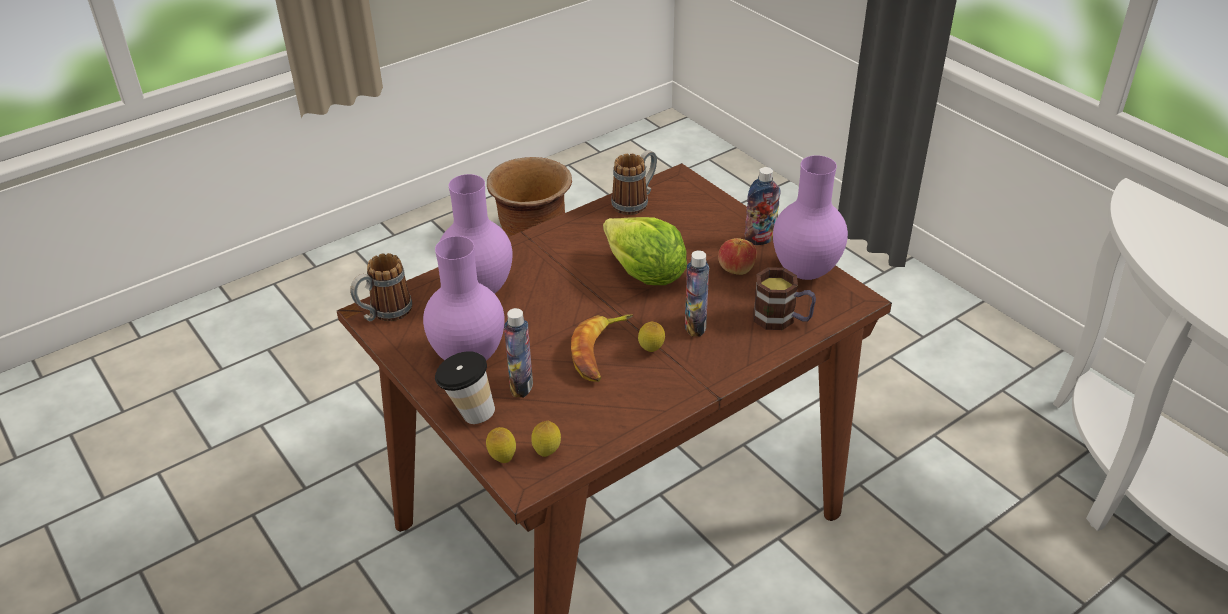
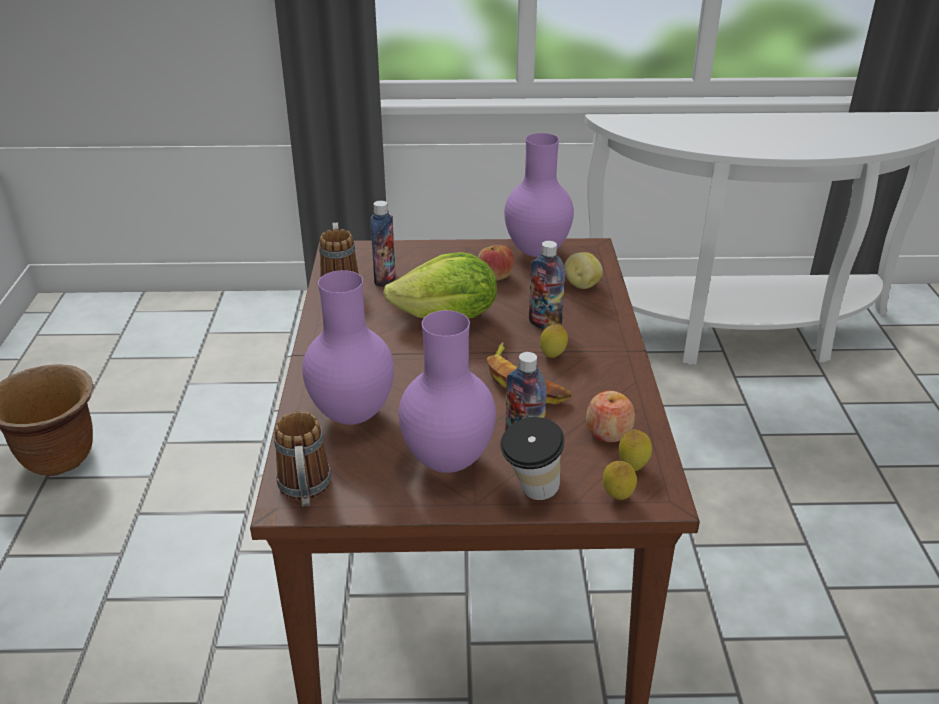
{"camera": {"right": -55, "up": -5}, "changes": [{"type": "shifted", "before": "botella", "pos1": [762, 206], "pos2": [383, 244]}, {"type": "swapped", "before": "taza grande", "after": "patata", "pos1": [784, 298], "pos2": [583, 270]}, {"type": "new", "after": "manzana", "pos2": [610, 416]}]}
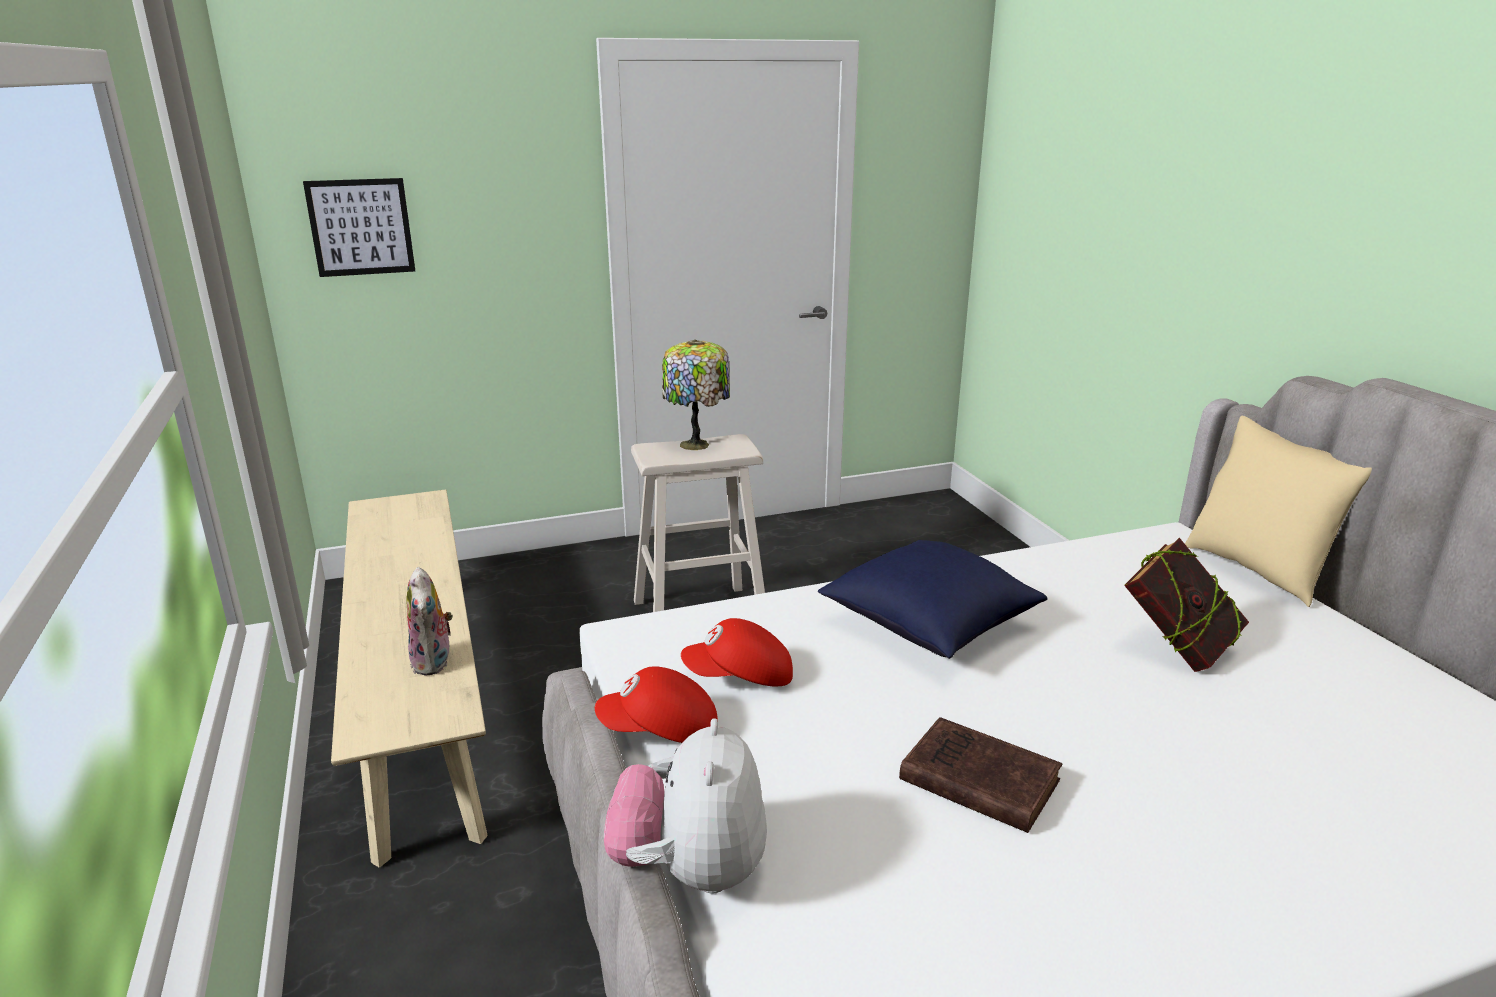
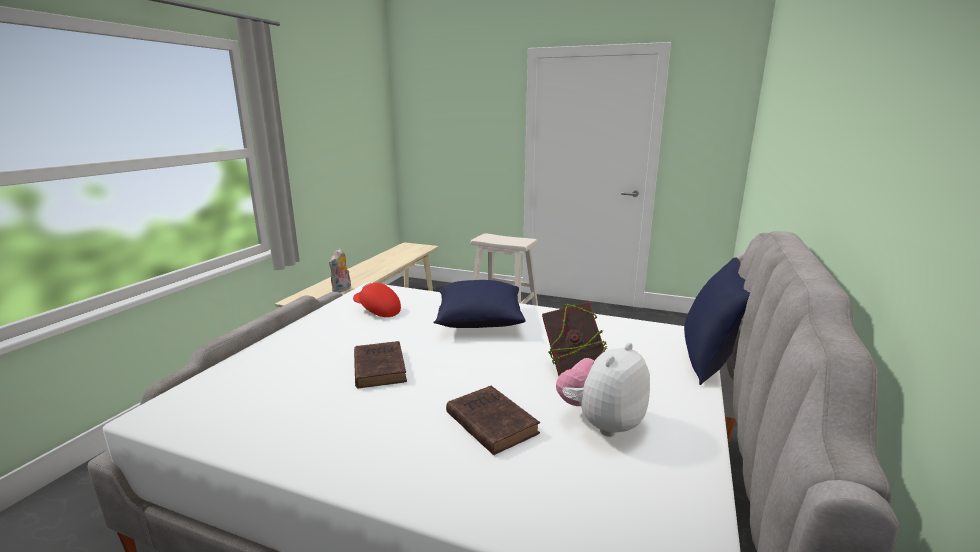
{"camera": {"right": 40, "up": -5}, "changes": [{"type": "gone", "before": "cuadro", "pos1": [359, 227]}, {"type": "gone", "before": "lámpara de mesa", "pos1": [696, 394]}, {"type": "repainted", "before": "cojín/beis", "after": "cojín/azul", "pos1": [1278, 511], "pos2": [717, 321]}, {"type": "gone", "before": "gorra/rojo", "pos1": [656, 704]}, {"type": "shifted", "before": "peluche", "pos1": [685, 806], "pos2": [603, 390]}, {"type": "new", "after": "libro/marrón", "pos2": [493, 420]}]}
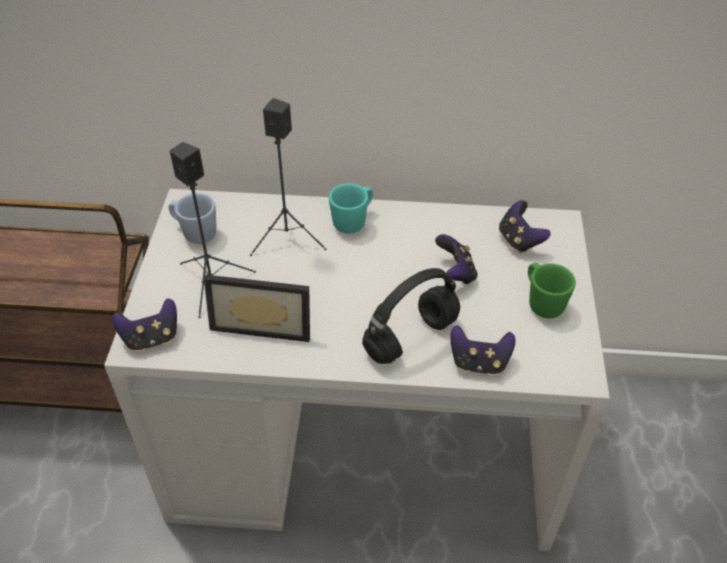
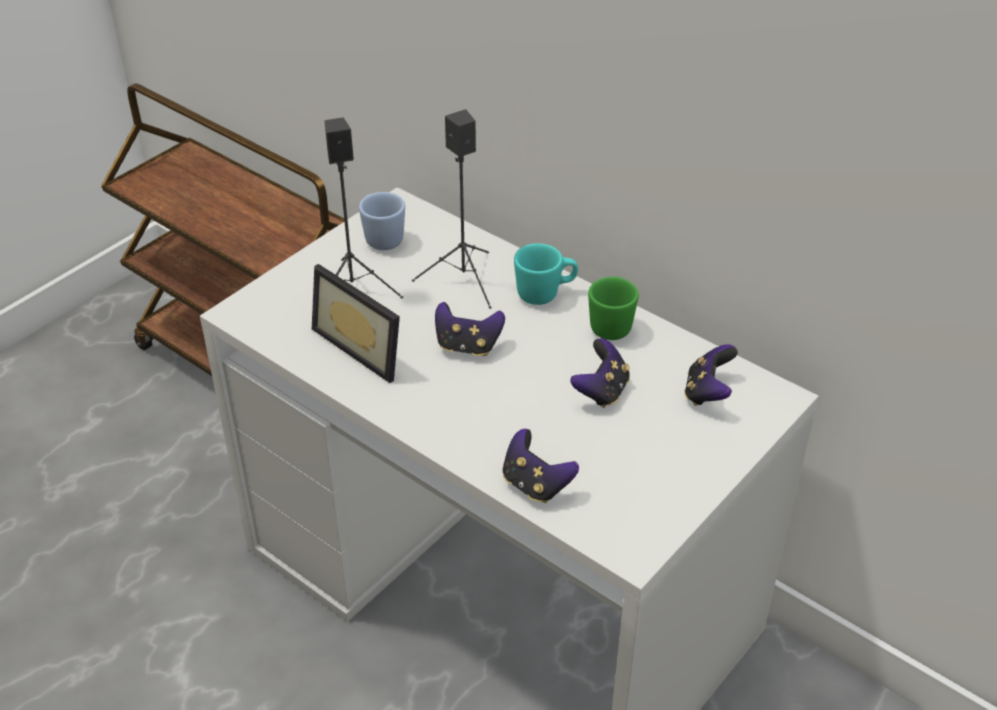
{"camera": {"right": 35, "up": -5}, "changes": [{"type": "shifted", "before": "taza grande/verde", "pos1": [552, 290], "pos2": [613, 308]}, {"type": "gone", "before": "auriculares/negro", "pos1": [411, 316]}, {"type": "shifted", "before": "mando de consola", "pos1": [144, 324], "pos2": [470, 329]}]}
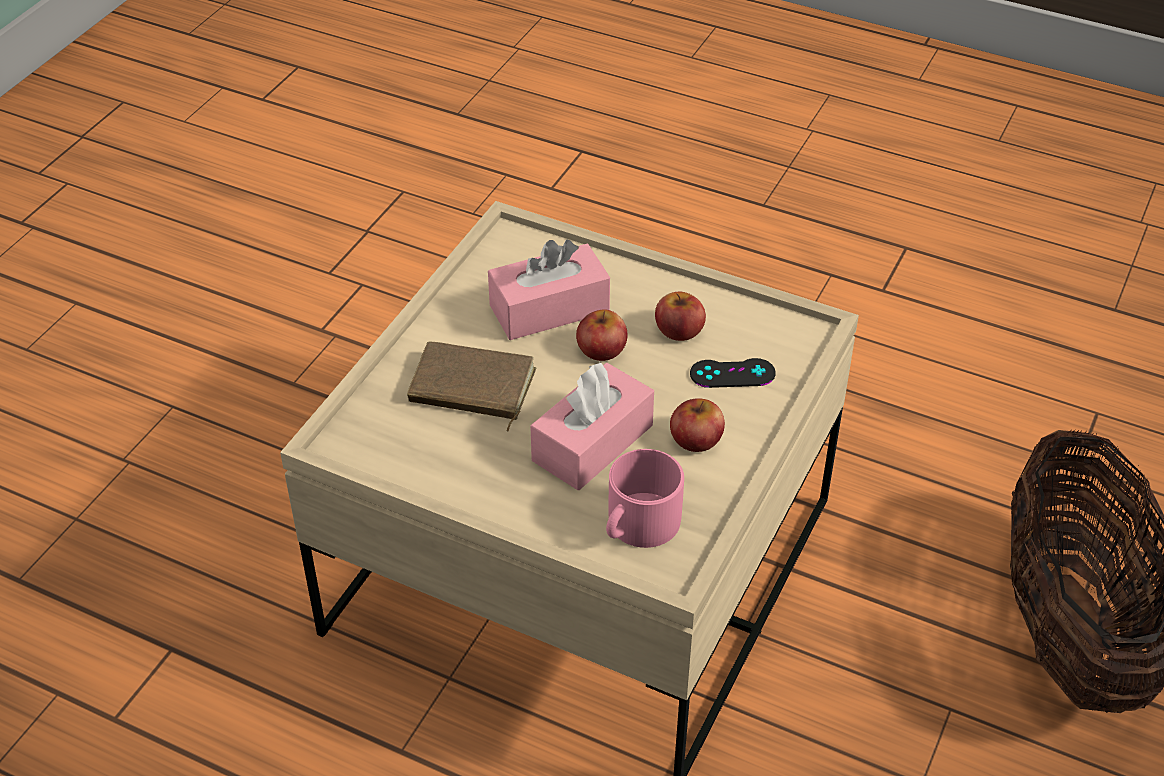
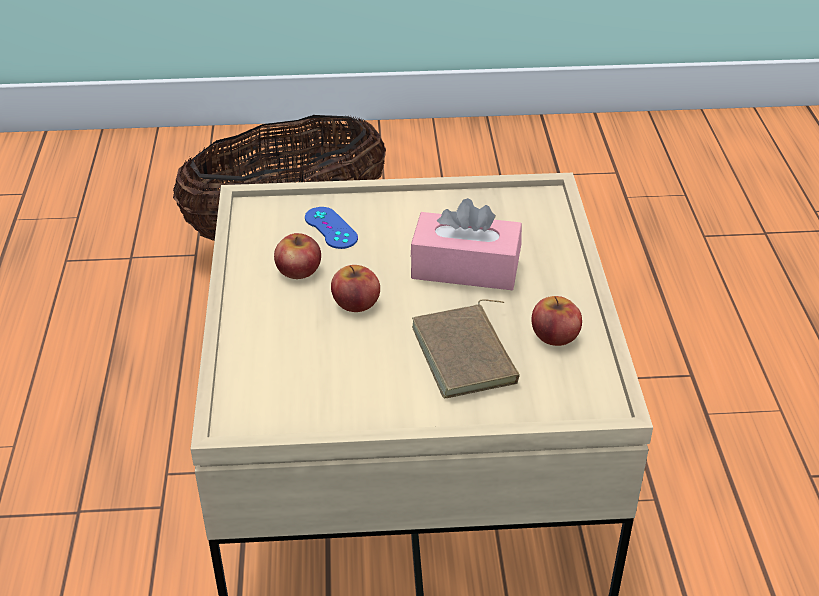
{"camera": {"right": -120, "up": -5}, "changes": [{"type": "gone", "before": "caja de pañuelos/rosa", "pos1": [549, 290]}, {"type": "repainted", "before": "mando de consola/negro", "after": "mando de consola/azul", "pos1": [733, 373], "pos2": [331, 228]}, {"type": "shifted", "before": "manzana", "pos1": [697, 425], "pos2": [556, 321]}, {"type": "gone", "before": "taza grande/rosa", "pos1": [645, 498]}]}
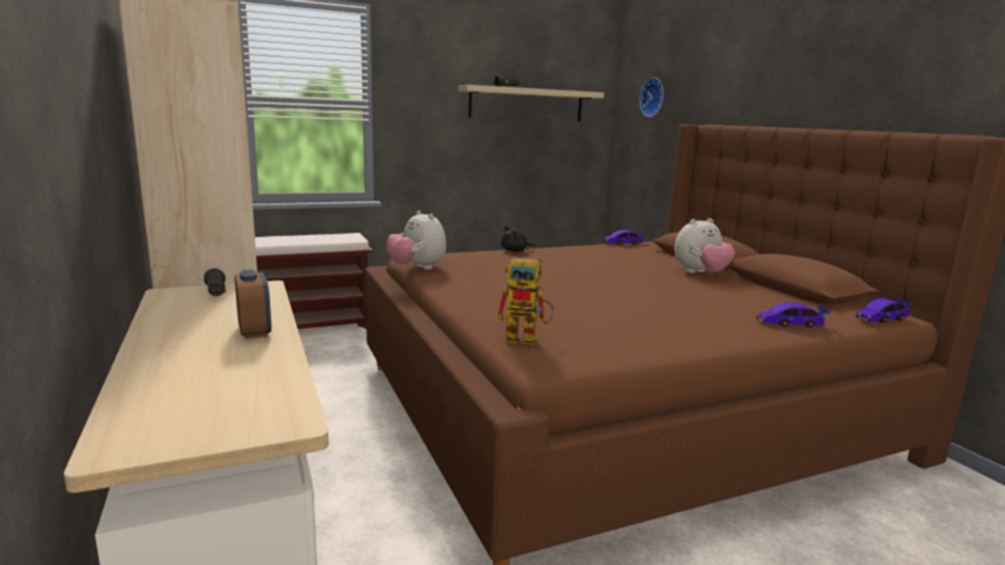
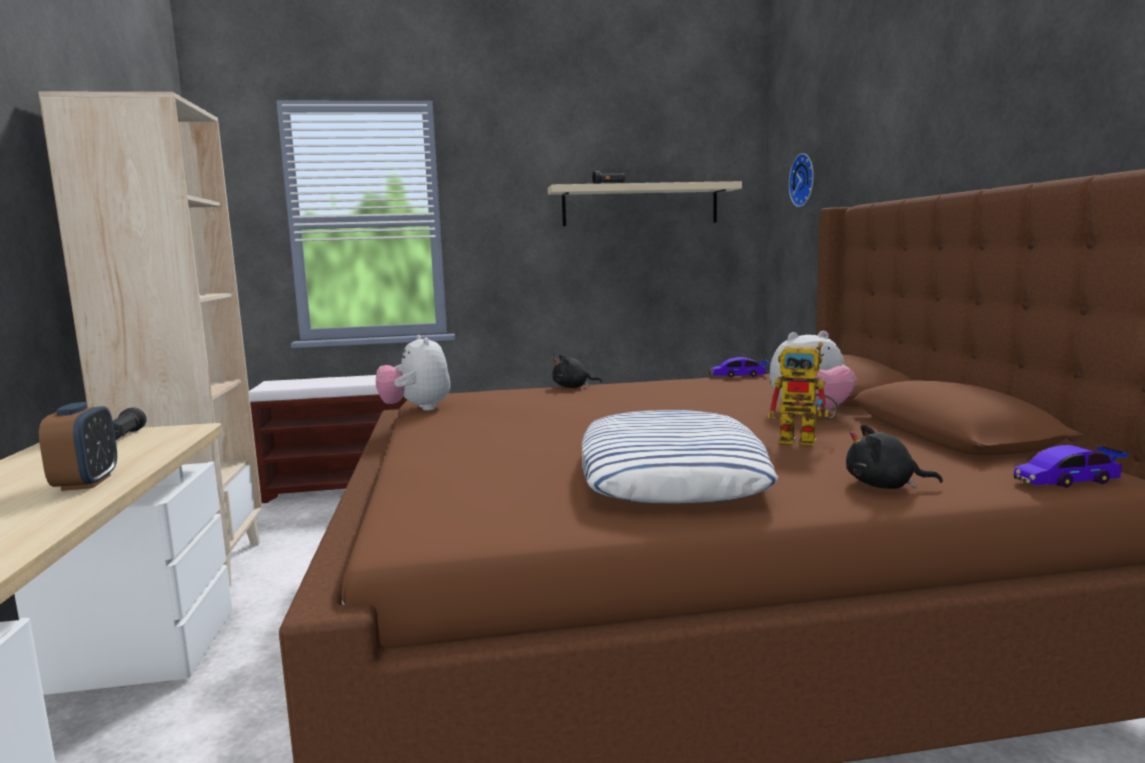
{"camera": {"right": 15, "up": -5}, "changes": [{"type": "shifted", "before": "robot de juguete", "pos1": [525, 301], "pos2": [802, 393]}, {"type": "swapped", "before": "coche de juguete", "after": "peluche/negro", "pos1": [793, 315], "pos2": [894, 456]}, {"type": "new", "after": "cojín", "pos2": [680, 457]}]}
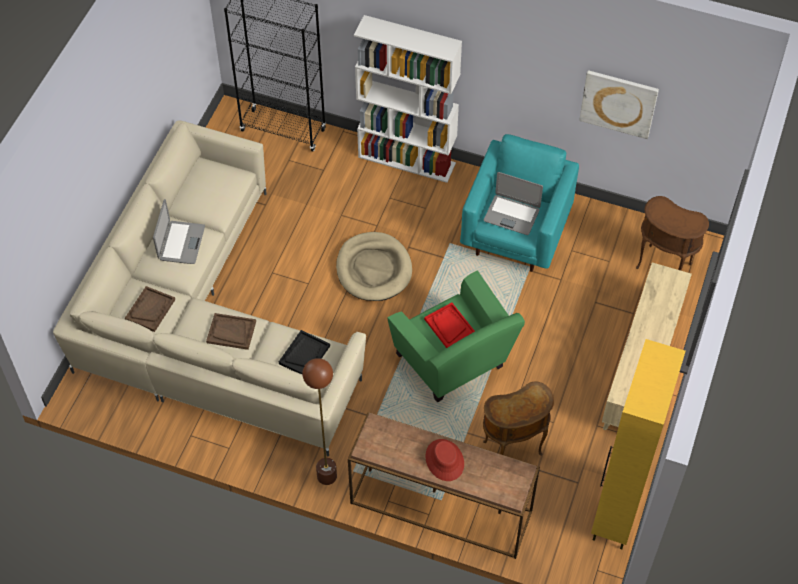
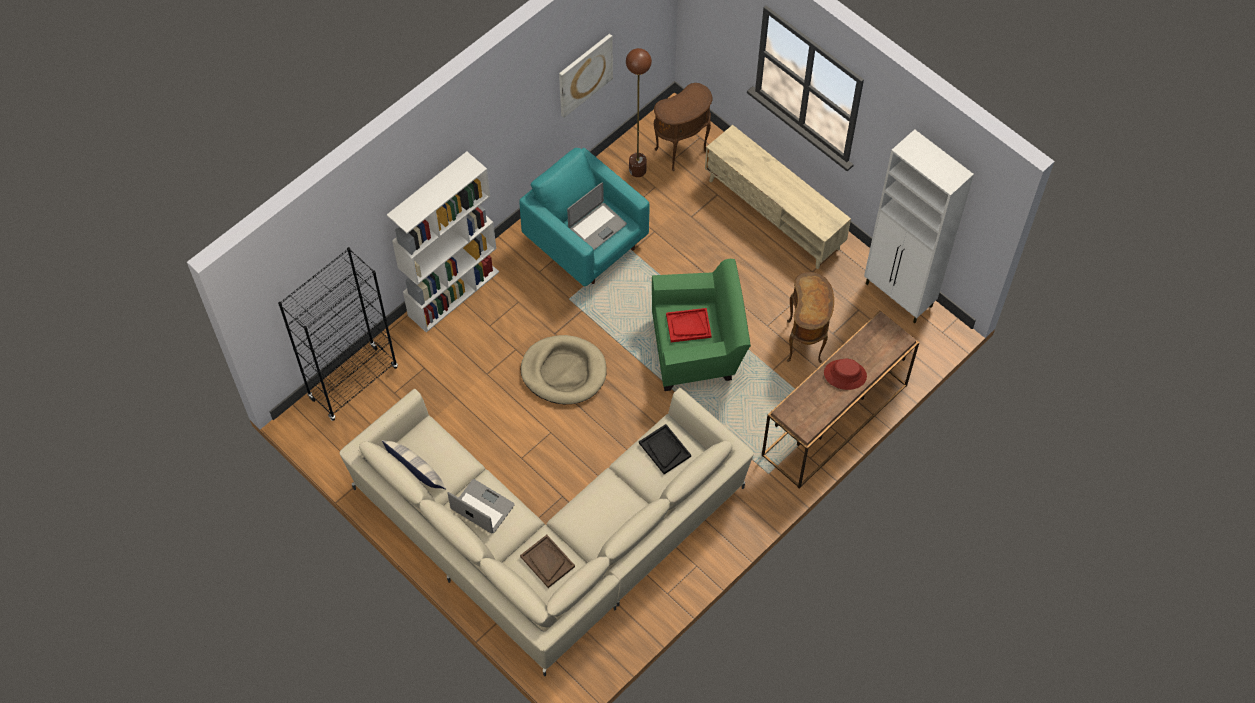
{"camera": {"right": -65, "up": 5}, "changes": [{"type": "gone", "before": "bandeja/marrón", "pos1": [231, 331]}, {"type": "repainted", "before": "armario/amarillo", "after": "armario/blanco", "pos1": [638, 444], "pos2": [919, 226]}, {"type": "shifted", "before": "lámpara de pie/marrón", "pos1": [319, 421], "pos2": [639, 112]}, {"type": "new", "after": "cojín", "pos2": [414, 465]}]}
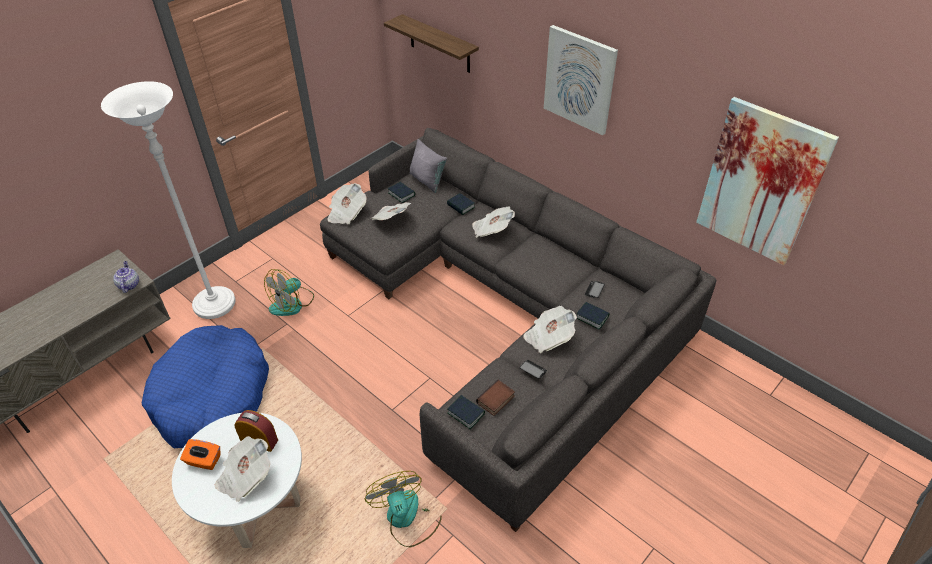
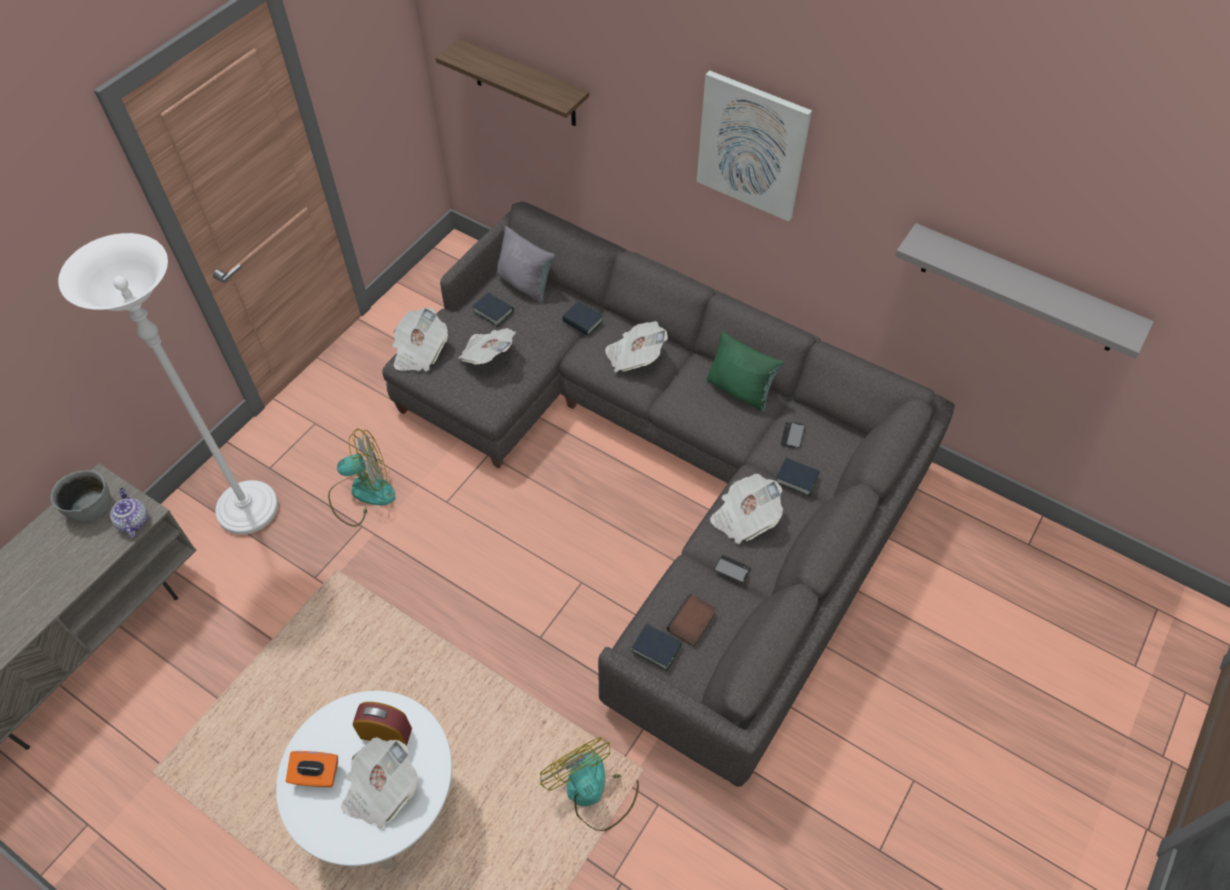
{"camera": {"right": -10, "up": 10}, "changes": [{"type": "swapped", "before": "cuadro", "after": "estante/gris", "pos1": [767, 181], "pos2": [1024, 290]}, {"type": "rotated", "before": "ventilador", "pos1": [289, 292], "pos2": [361, 477], "turn": -135}, {"type": "gone", "before": "cama para perro/azul", "pos1": [205, 386]}, {"type": "new", "after": "cojín/verde", "pos2": [745, 371]}, {"type": "new", "after": "cuenco/gris", "pos2": [81, 497]}]}
